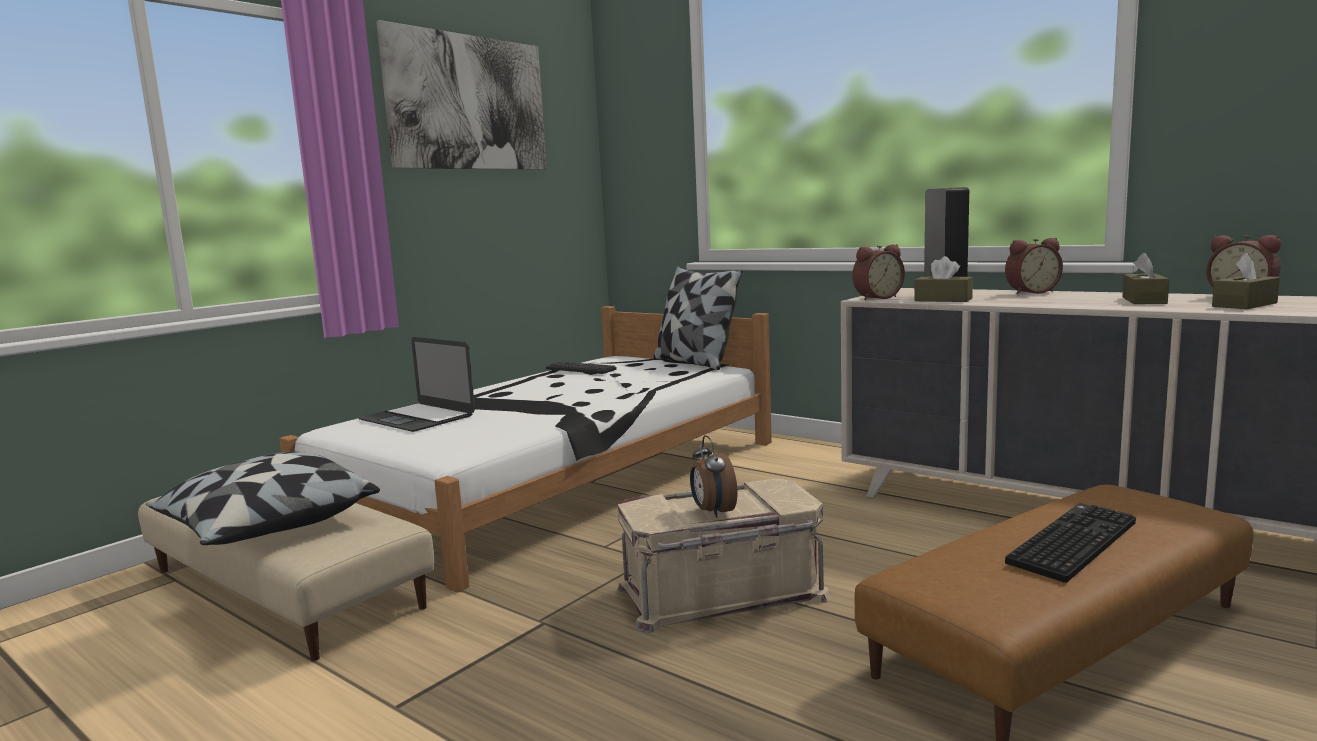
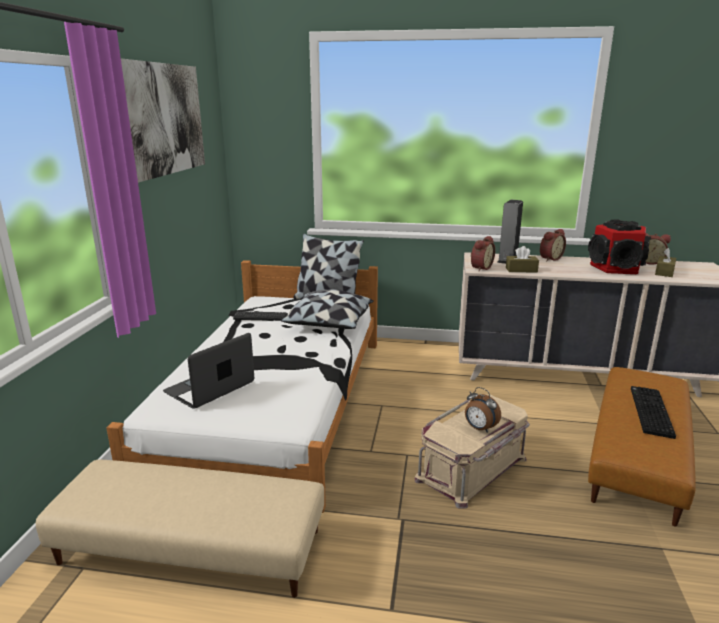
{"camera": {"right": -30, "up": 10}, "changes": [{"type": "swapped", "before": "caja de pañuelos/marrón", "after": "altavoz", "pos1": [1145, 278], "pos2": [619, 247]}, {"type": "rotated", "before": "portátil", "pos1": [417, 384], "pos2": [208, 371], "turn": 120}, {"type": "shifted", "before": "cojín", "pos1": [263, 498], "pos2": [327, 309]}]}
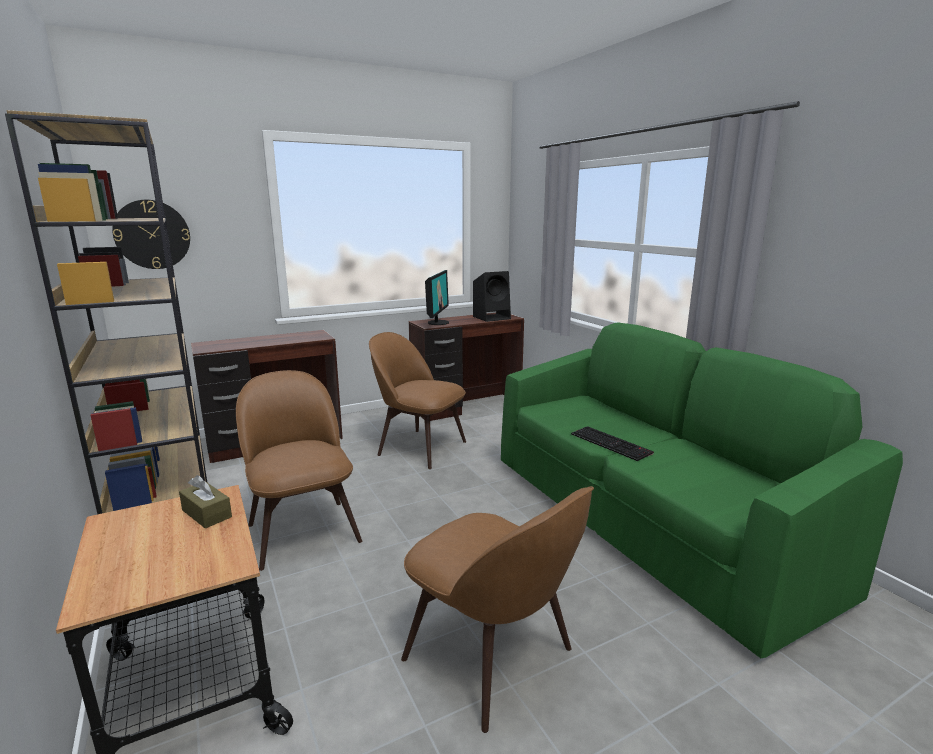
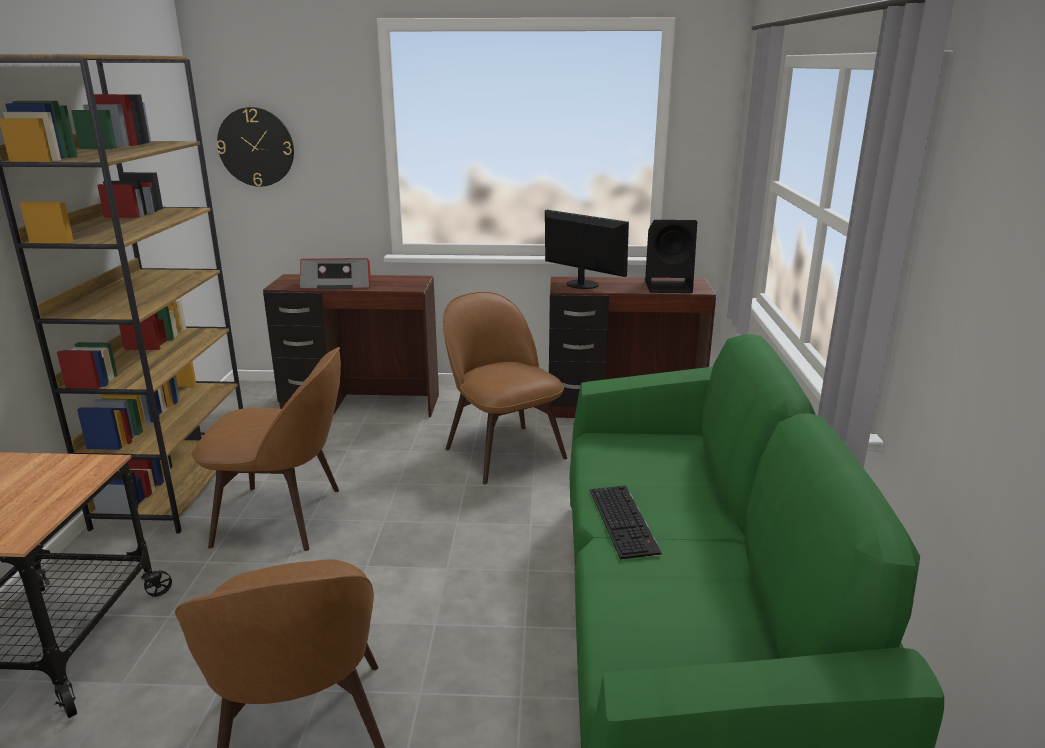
{"camera": {"right": 30, "up": 5}, "changes": [{"type": "rotated", "before": "monitor", "pos1": [437, 297], "pos2": [587, 249], "turn": -90}, {"type": "rotated", "before": "silla/marrón", "pos1": [299, 470], "pos2": [266, 449], "turn": 90}, {"type": "gone", "before": "caja de pañuelos/marrón", "pos1": [205, 502]}, {"type": "new", "after": "radio", "pos2": [335, 273]}]}
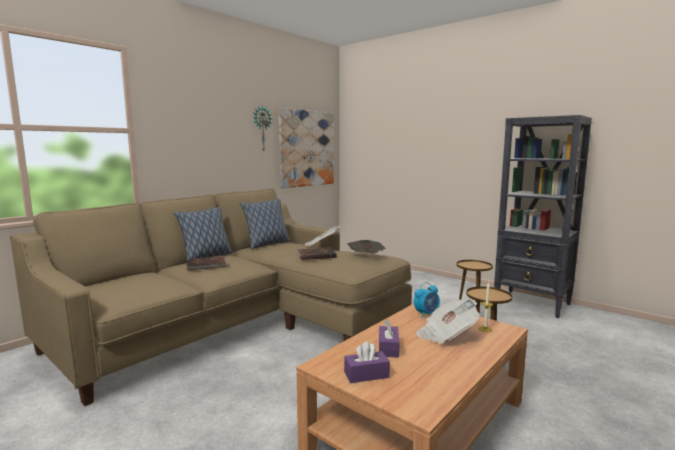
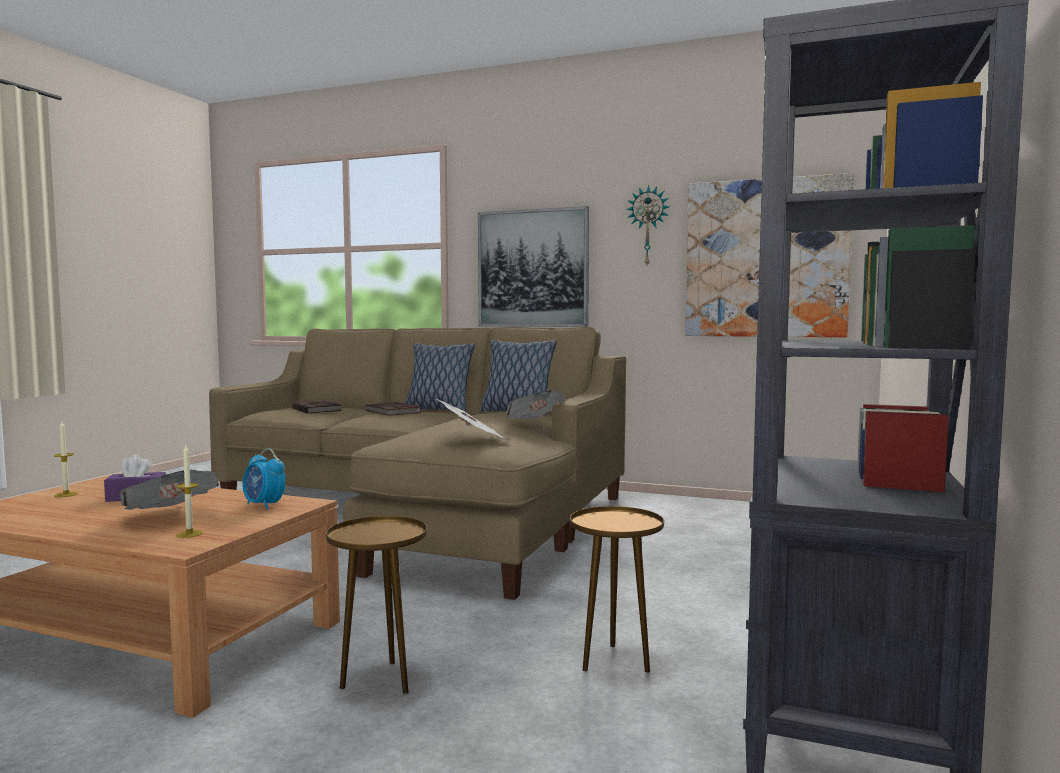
{"camera": {"right": 70, "up": -5}, "changes": [{"type": "shifted", "before": "libro/marrón", "pos1": [316, 253], "pos2": [317, 407]}, {"type": "swapped", "before": "caja de pañuelos/morado", "after": "vela", "pos1": [367, 362], "pos2": [66, 459]}, {"type": "new", "after": "cuadro", "pos2": [533, 266]}]}
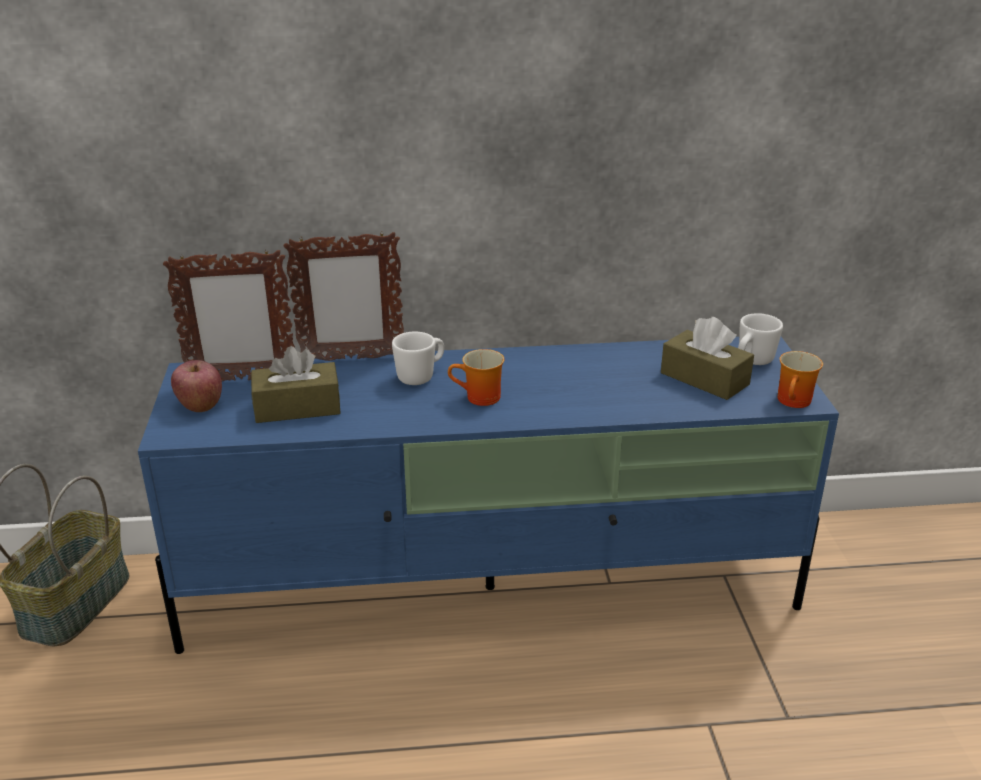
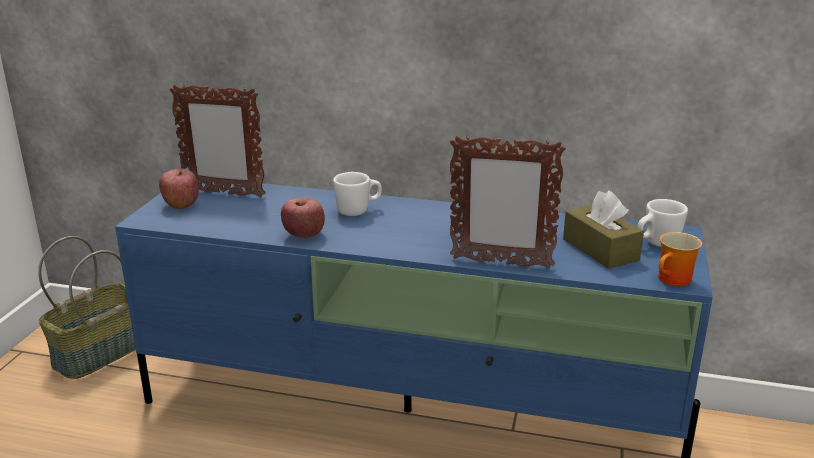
{"camera": {"right": 20, "up": -5}, "changes": [{"type": "shifted", "before": "portarretratos", "pos1": [344, 296], "pos2": [508, 202]}, {"type": "gone", "before": "caja de pañuelos/marrón", "pos1": [296, 384]}, {"type": "gone", "before": "taza grande", "pos1": [476, 377]}, {"type": "new", "after": "manzana", "pos2": [303, 217]}]}
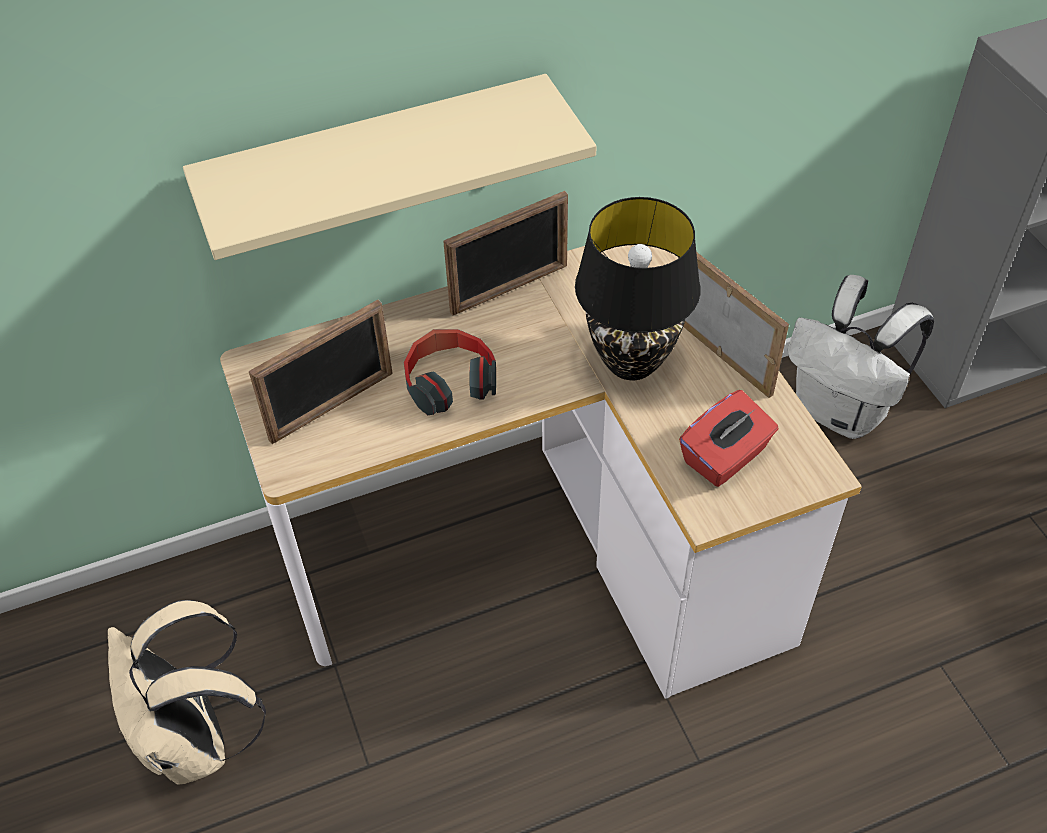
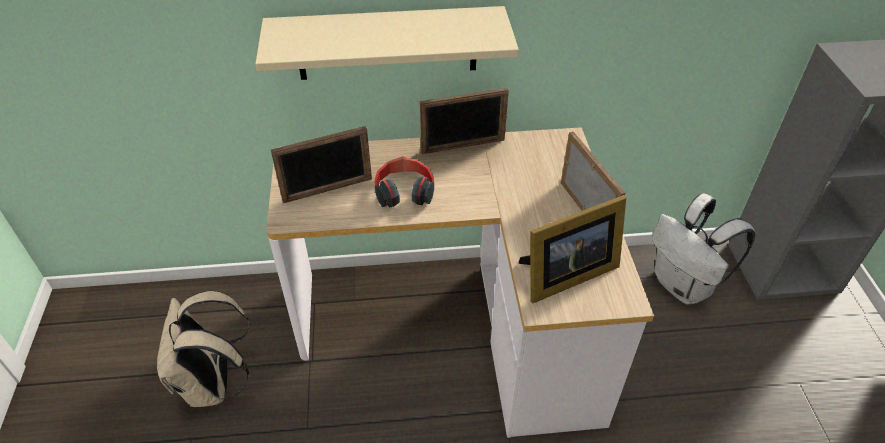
{"camera": {"right": 15, "up": -5}, "changes": [{"type": "gone", "before": "lámpara de mesa/negro", "pos1": [638, 288]}, {"type": "swapped", "before": "caja de pañuelos/rojo", "after": "portarretratos", "pos1": [729, 438], "pos2": [572, 249]}]}
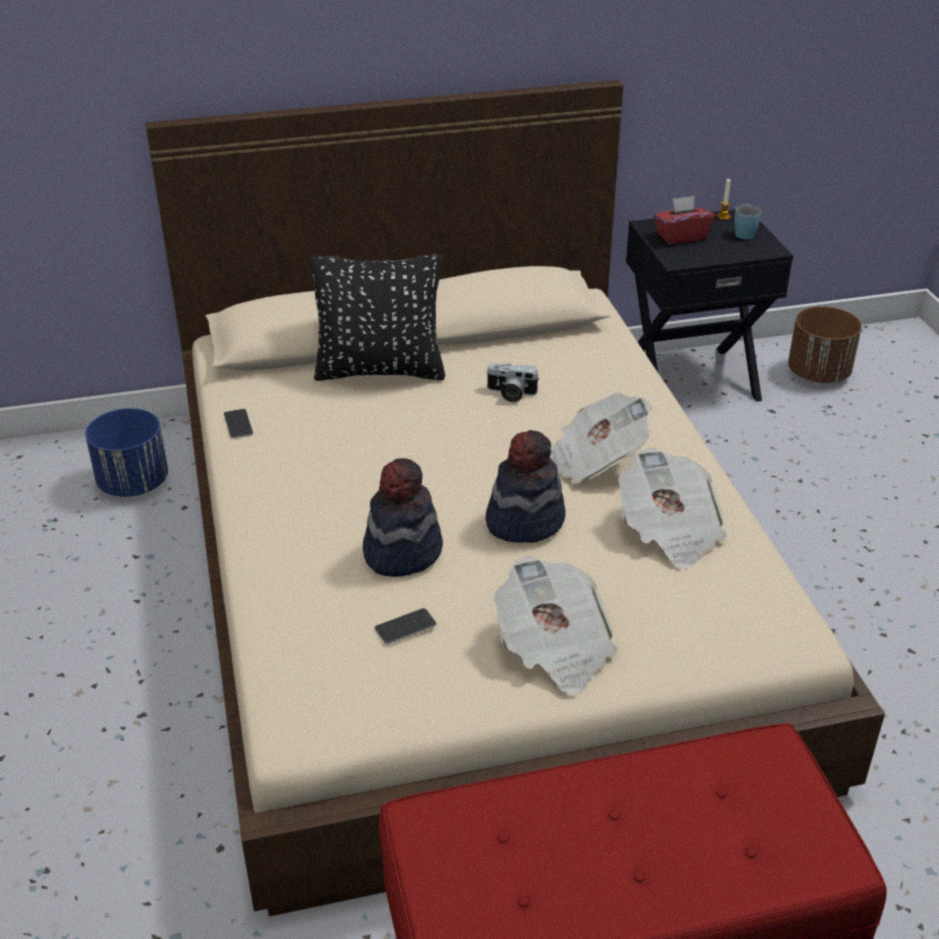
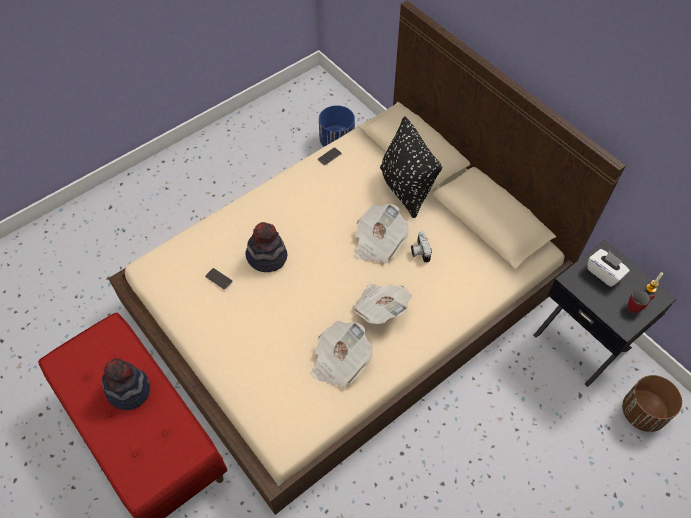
{"camera": {"right": 65, "up": 20}, "changes": [{"type": "repainted", "before": "caja de pañuelos/rojo", "after": "caja de pañuelos/blanco", "pos1": [684, 220], "pos2": [609, 268]}, {"type": "repainted", "before": "taza grande/azul", "after": "taza grande/rojo", "pos1": [747, 221], "pos2": [641, 301]}, {"type": "shifted", "before": "sombrero", "pos1": [525, 486], "pos2": [126, 384]}, {"type": "shifted", "before": "periódico", "pos1": [556, 625], "pos2": [381, 234]}]}
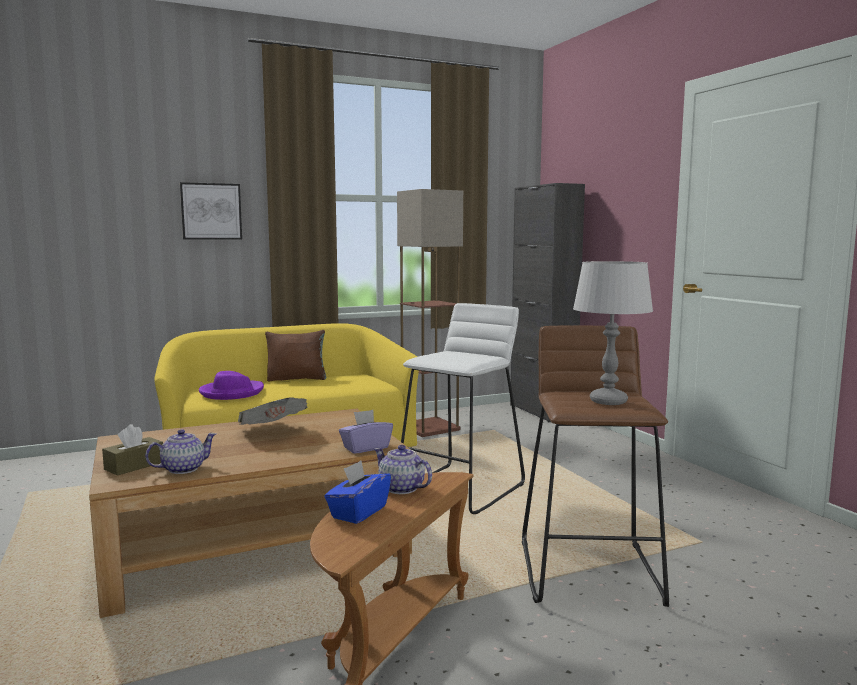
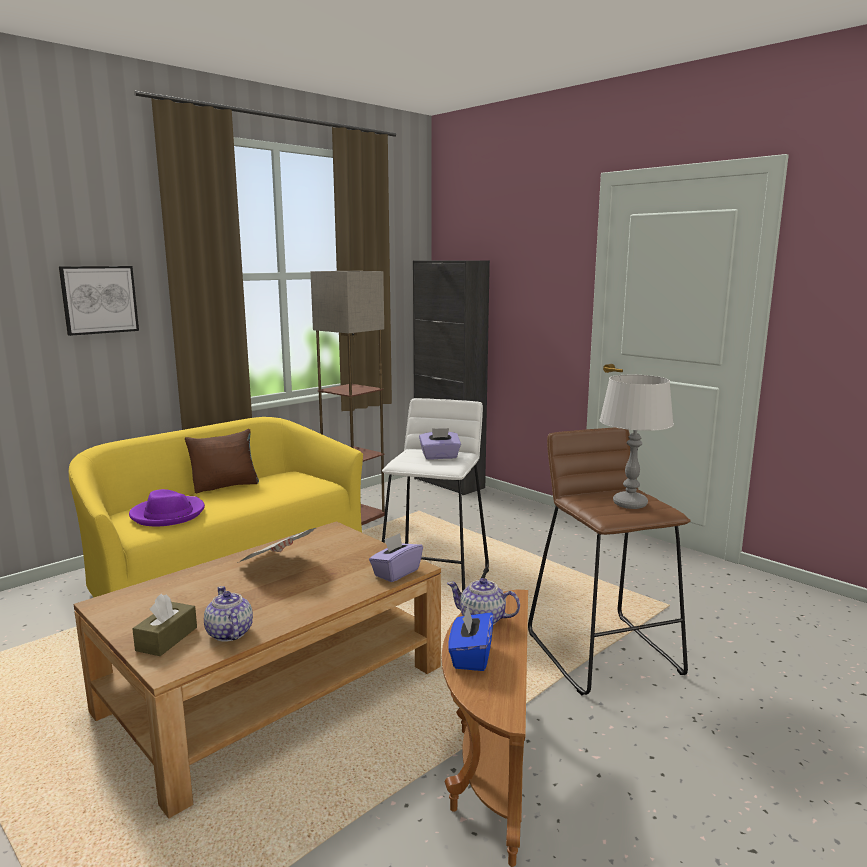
{"camera": {"right": -20, "up": 5}, "changes": [{"type": "rotated", "before": "tetera", "pos1": [180, 451], "pos2": [228, 614], "turn": -60}, {"type": "new", "after": "caja de pañuelos/morado", "pos2": [440, 444]}]}
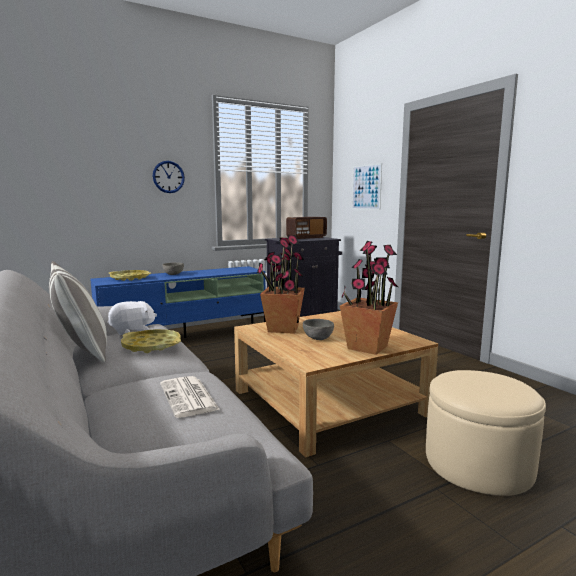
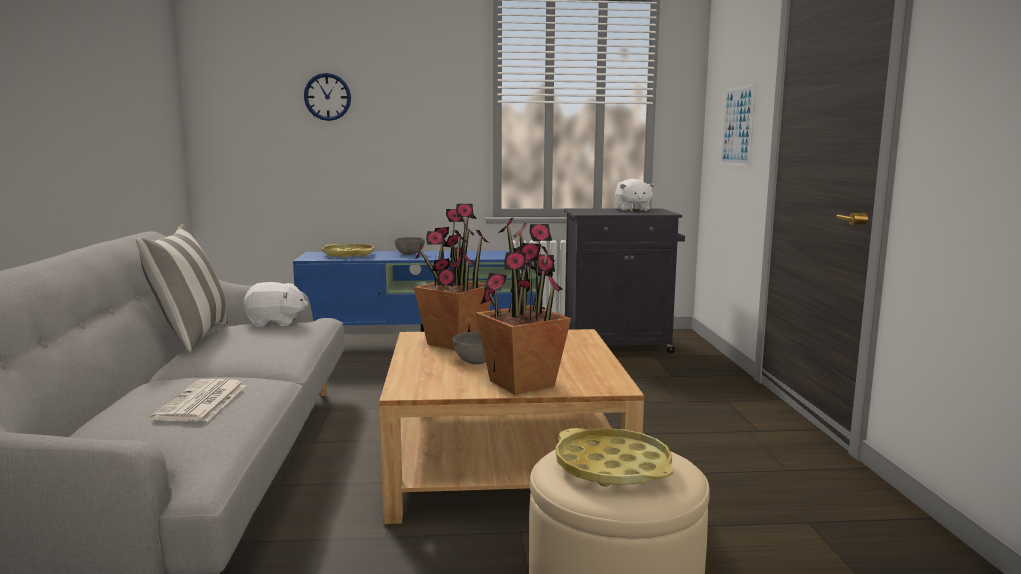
{"camera": {"right": 25, "up": 0}, "changes": [{"type": "shifted", "before": "reloj de pared", "pos1": [169, 177], "pos2": [327, 97]}, {"type": "swapped", "before": "radio", "after": "peluche/blanco", "pos1": [306, 228], "pos2": [635, 195]}, {"type": "shifted", "before": "bandeja/amarillo", "pos1": [151, 341], "pos2": [615, 457]}]}
